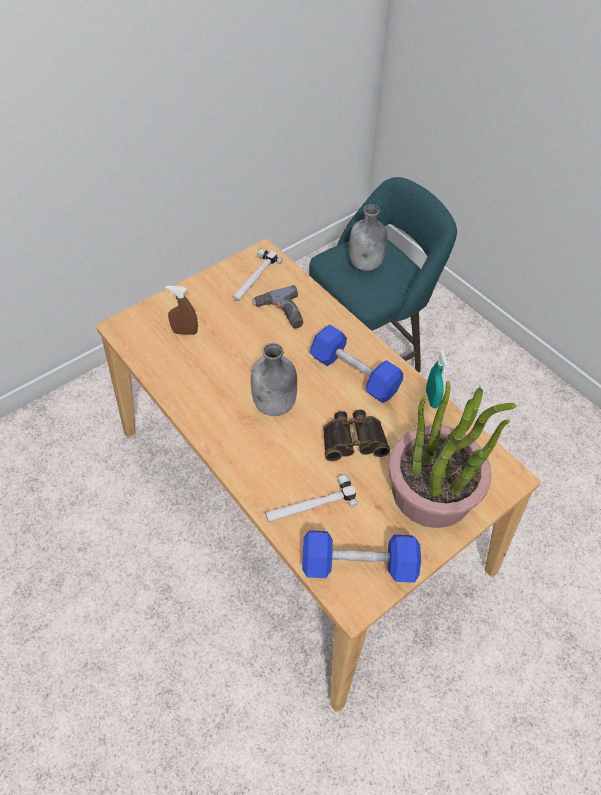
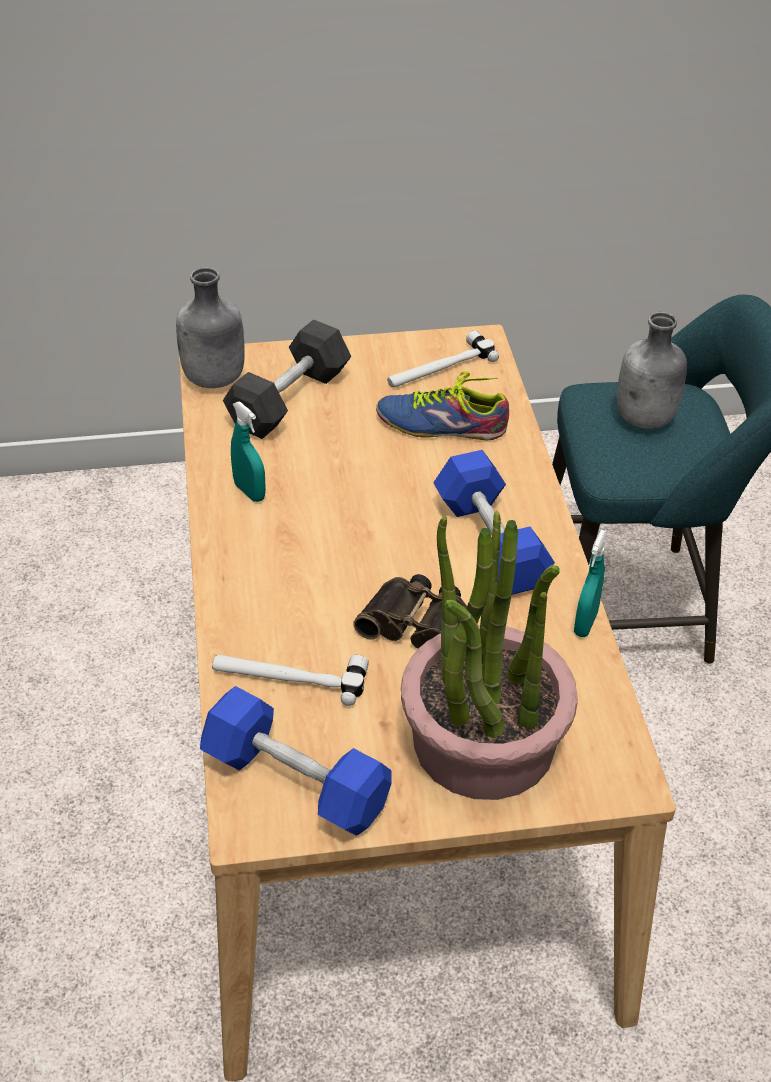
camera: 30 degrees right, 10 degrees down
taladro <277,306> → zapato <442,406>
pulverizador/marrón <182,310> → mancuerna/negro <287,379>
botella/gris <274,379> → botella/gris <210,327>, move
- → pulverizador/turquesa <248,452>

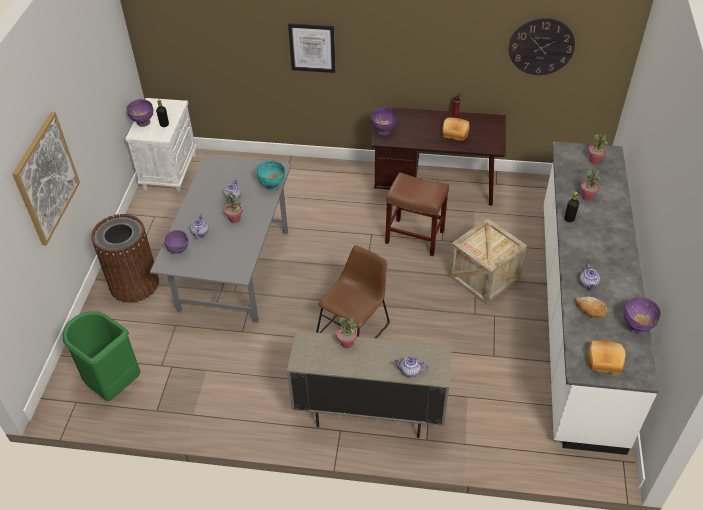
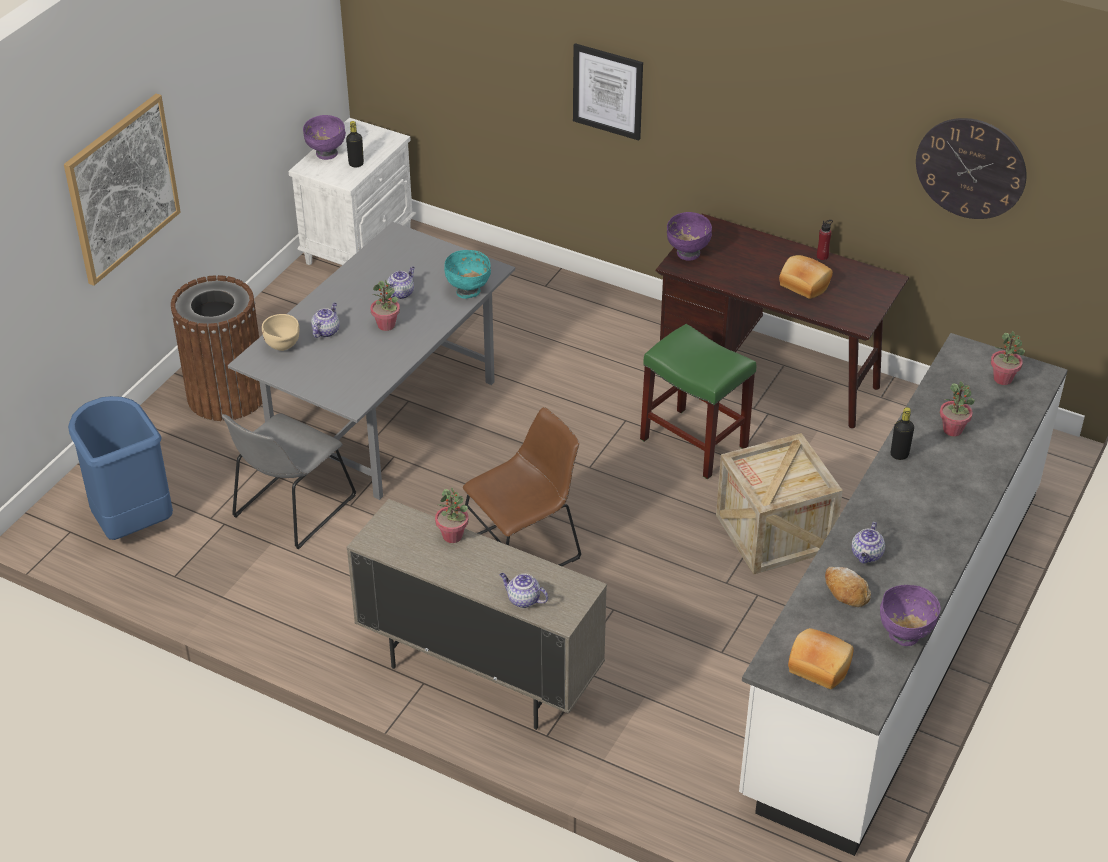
camera: 20 degrees right, 5 degrees down
taburete/marrón <417,214> → taburete/verde <698,401>
cuenco/morado <176,242> → cuenco/beis <280,332>
papelera/verde <101,356> → papelera/azul <120,468>
- → silla/gris <289,481>

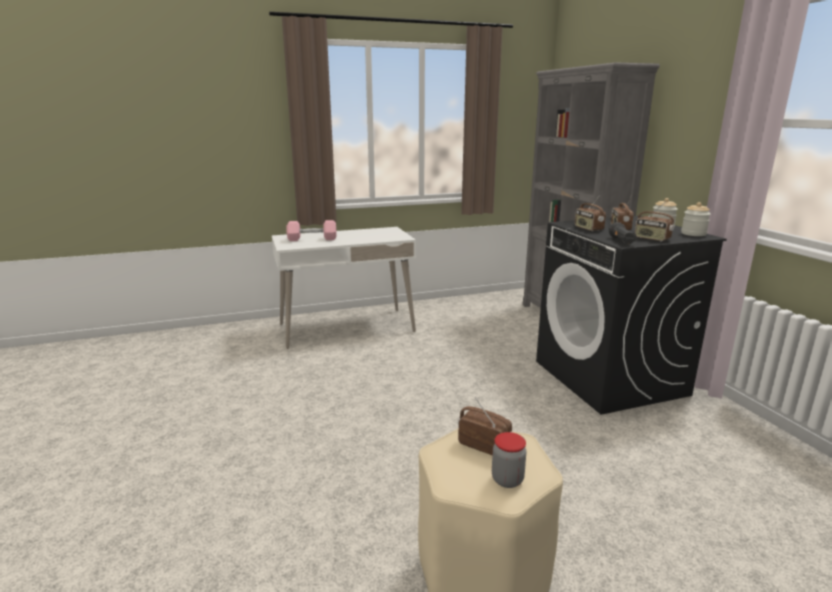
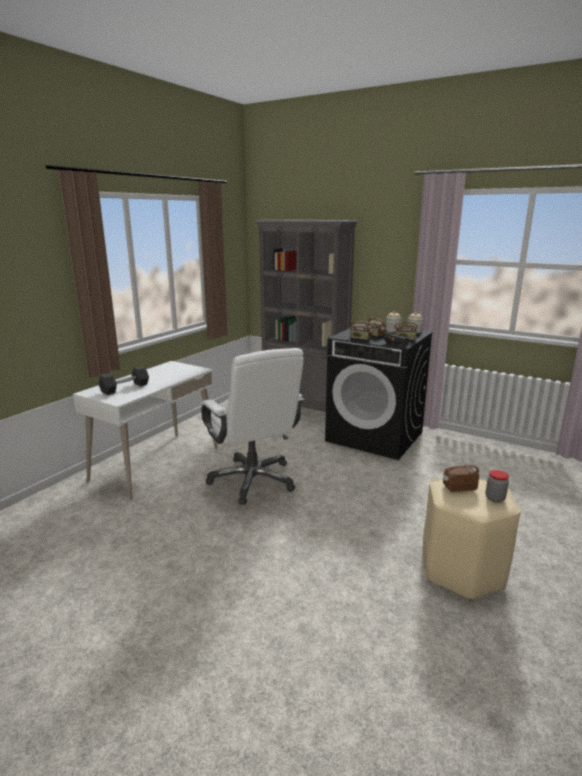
camera: 40 degrees left, 0 degrees up
mancuerna/rosa <311,230> → mancuerna/gris <124,380>
- → silla de oficina/blanco <253,426>

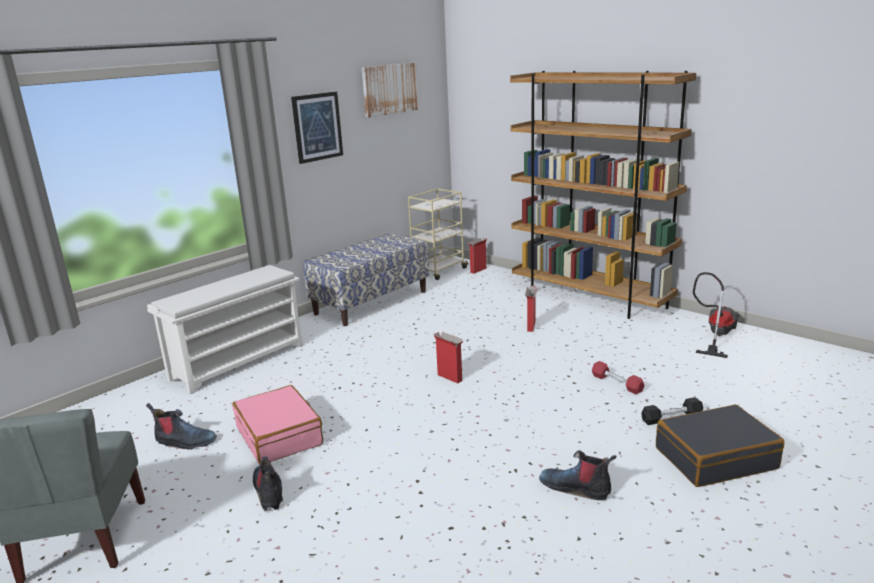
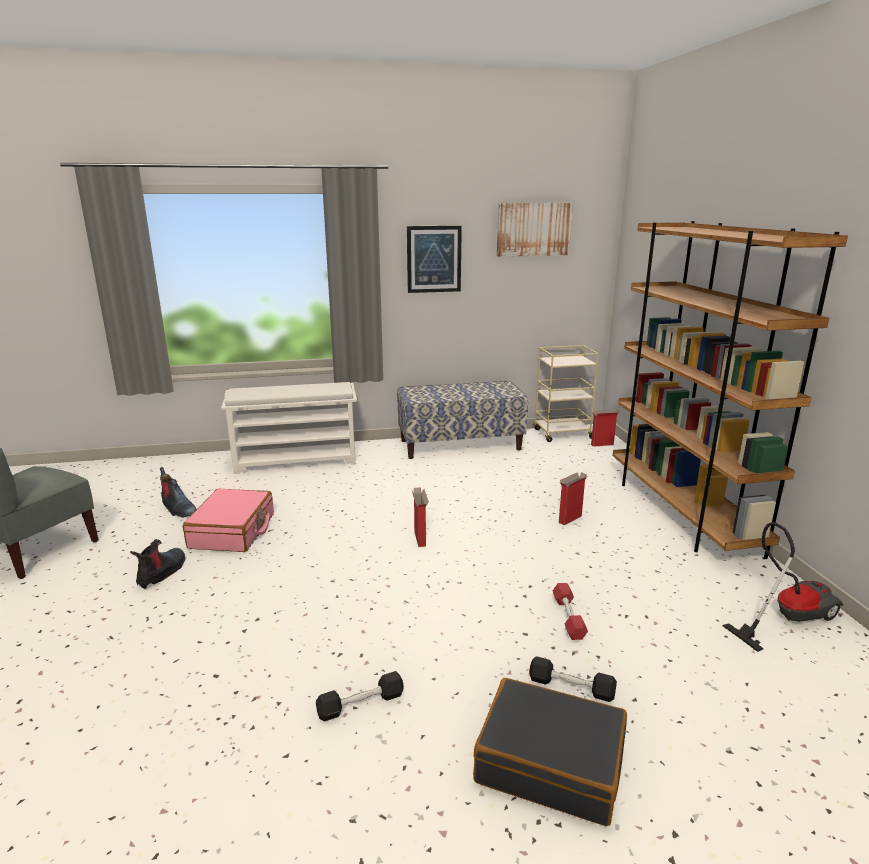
camera: 35 degrees right, 0 degrees up
bota <578,475> → mancuerna/negro <360,696>

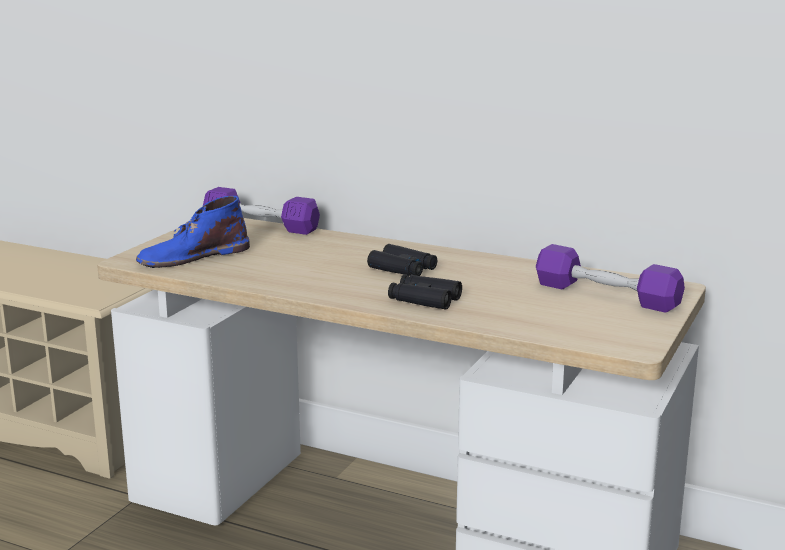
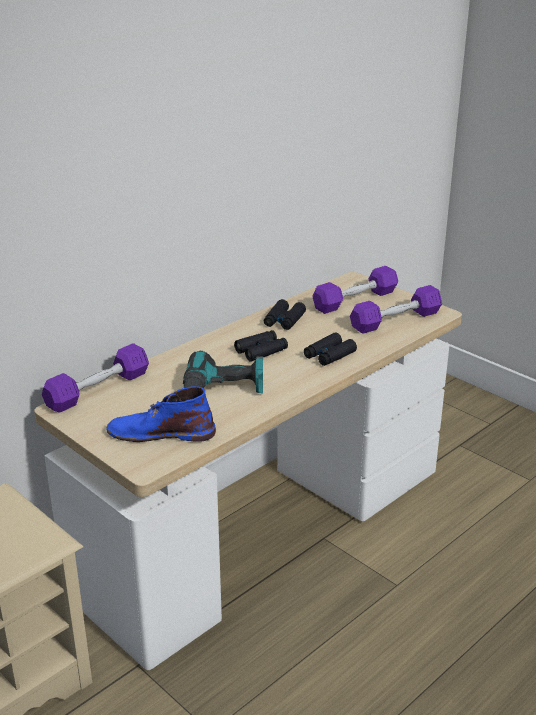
camera: 70 degrees left, 10 degrees up
bota/azul <193,232> → bota/azul <161,414>, 105 degrees clockwise
- → mancuerna/morado <396,309>
- → prismáticos/negro <285,314>
- → taladro <223,371>

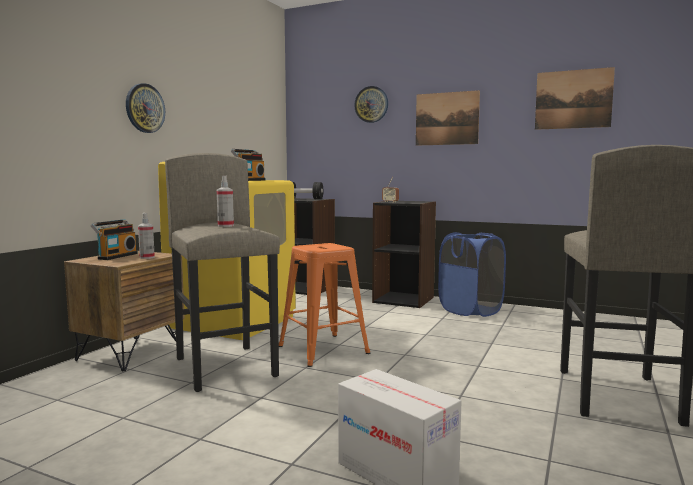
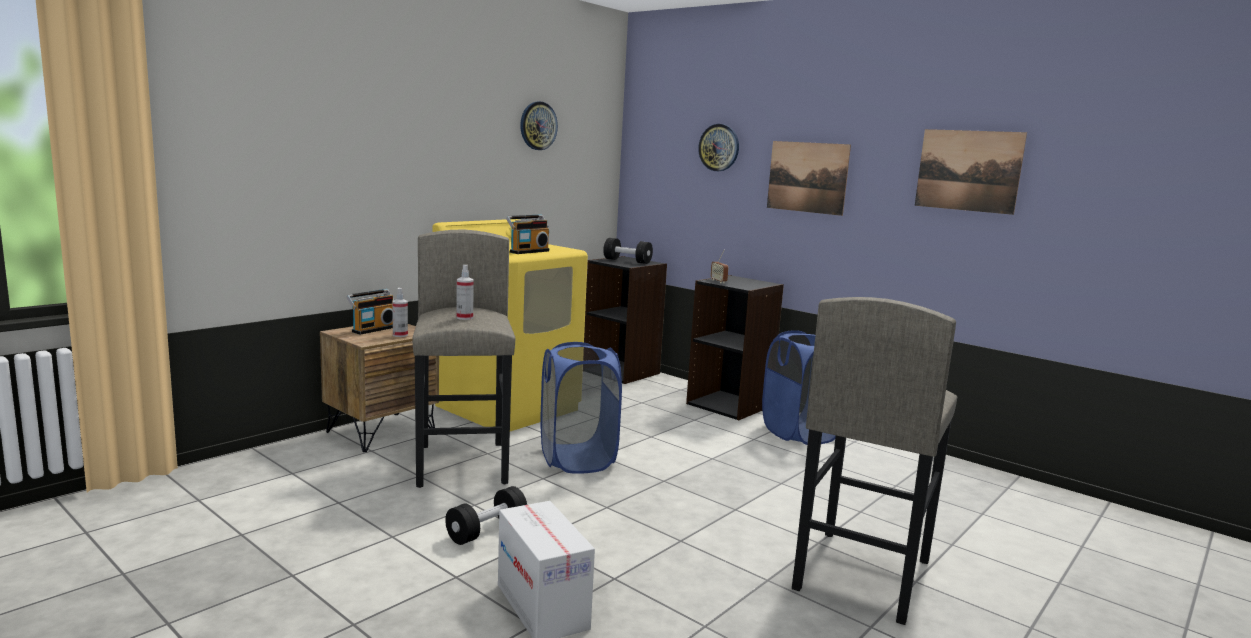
camera: 15 degrees right, 5 degrees up
reloj de pared <145,108> → reloj de pared <539,125>, move
taburete/naranja <325,305> → cesto de la ropa/azul <581,408>
- → mancuerna/negro <486,515>

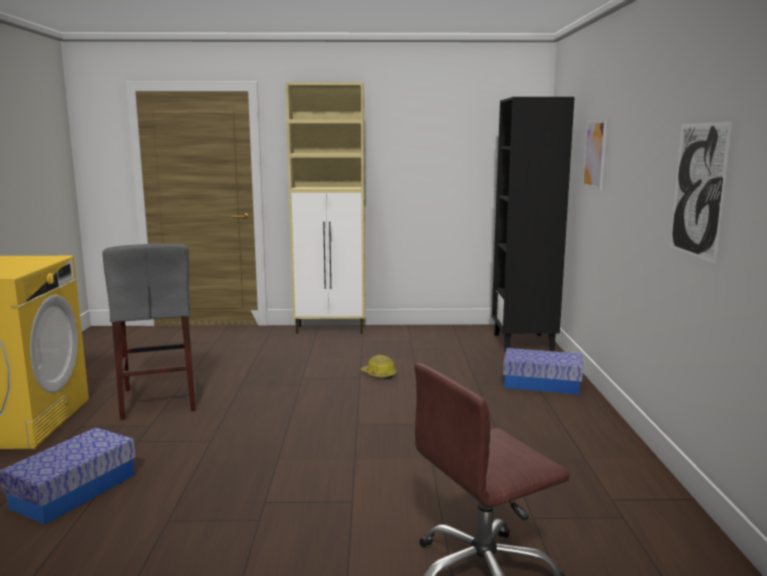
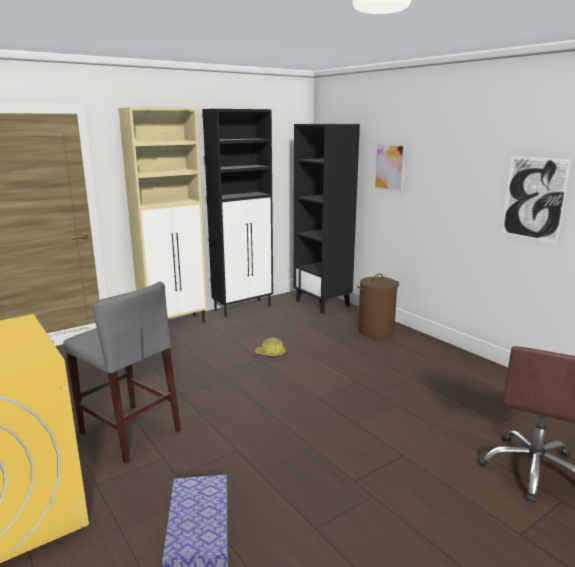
camera: 35 degrees left, 5 degrees up
caja de almacenaje <543,371> → cesto de la ropa/marrón <378,306>
- → armario/negro <237,213>

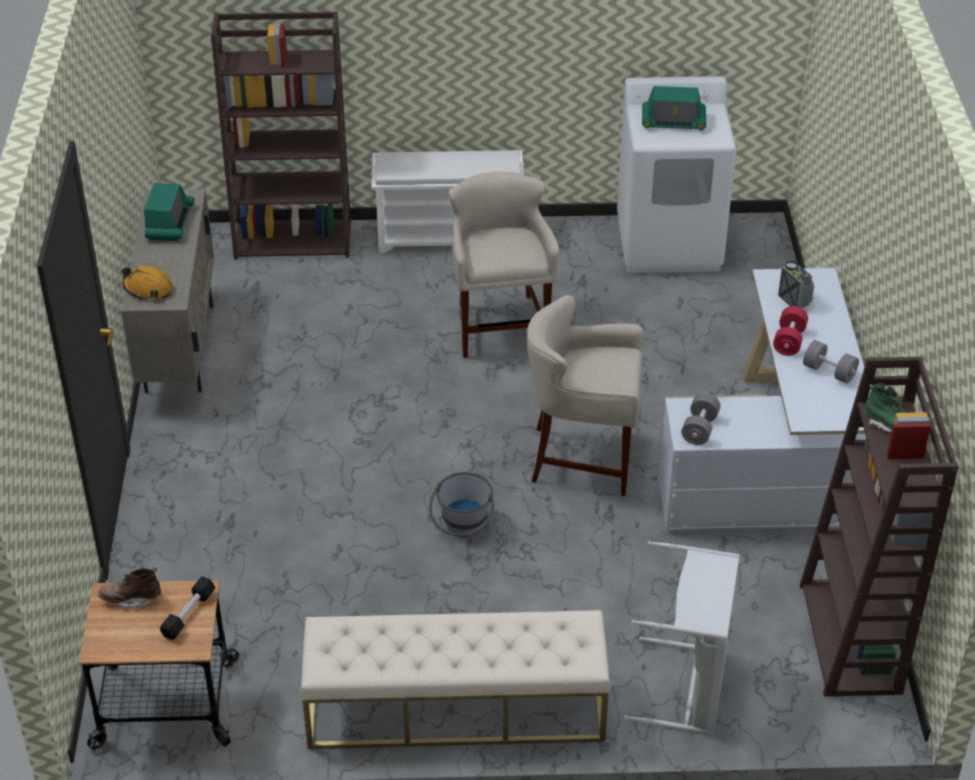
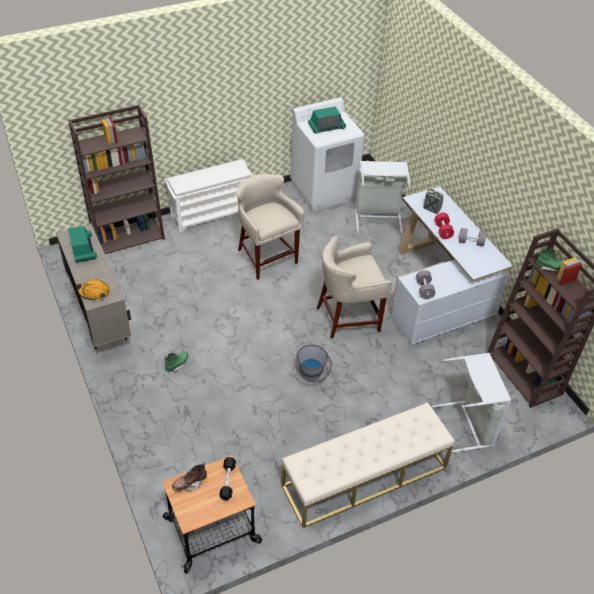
camera: 25 degrees left, 5 degrees up
- → cesto de la ropa/gris <383,197>
- → bota/verde <176,362>

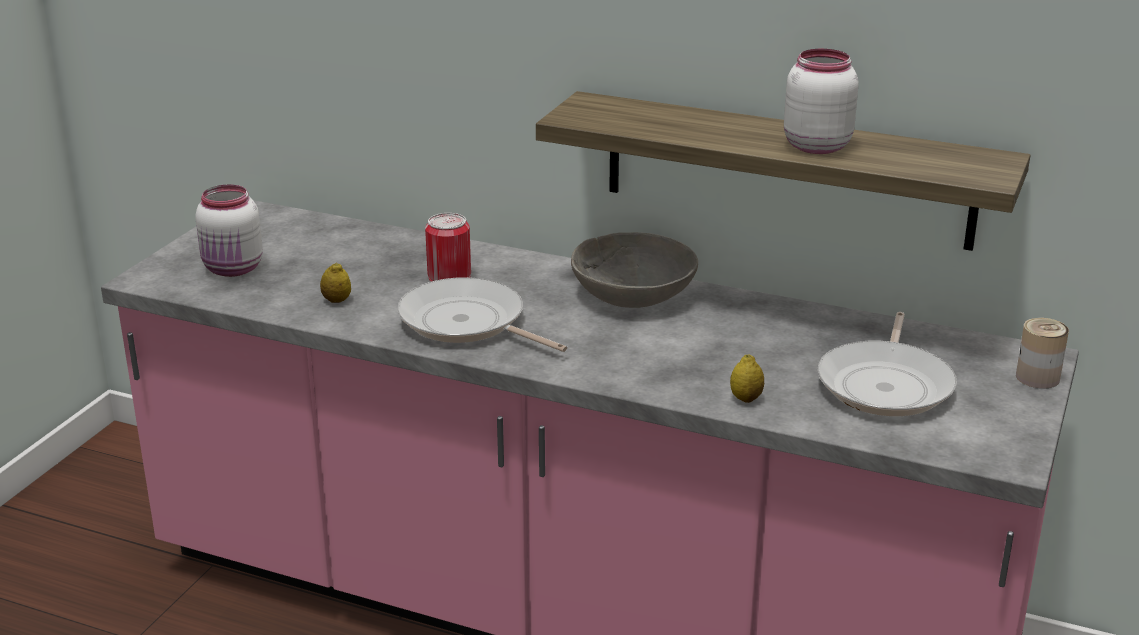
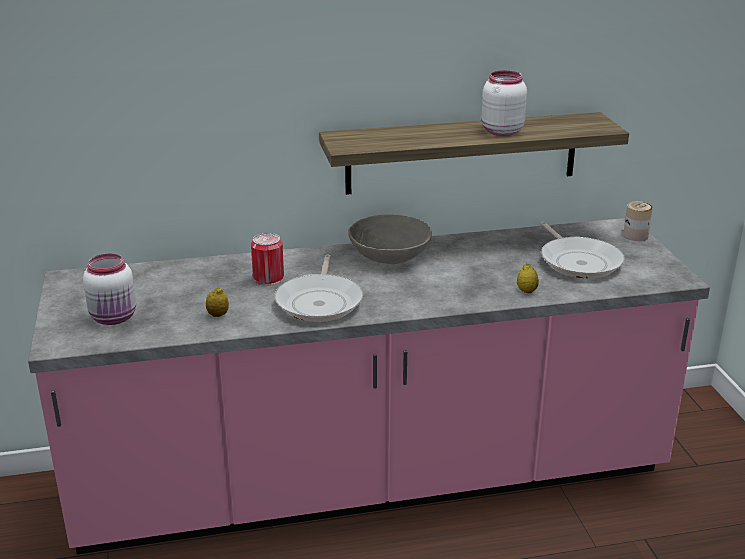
camera: 35 degrees left, 0 degrees up
sartén <482,314> → sartén <318,288>, 90 degrees counterclockwise

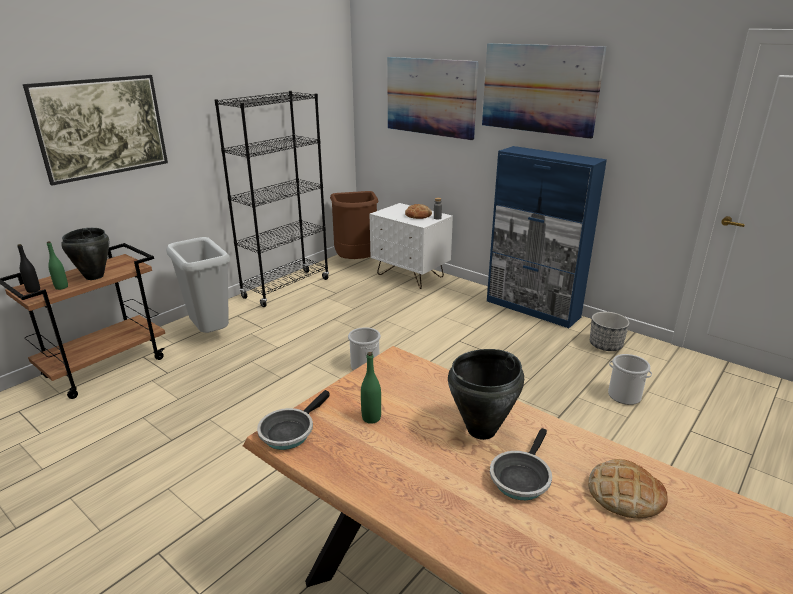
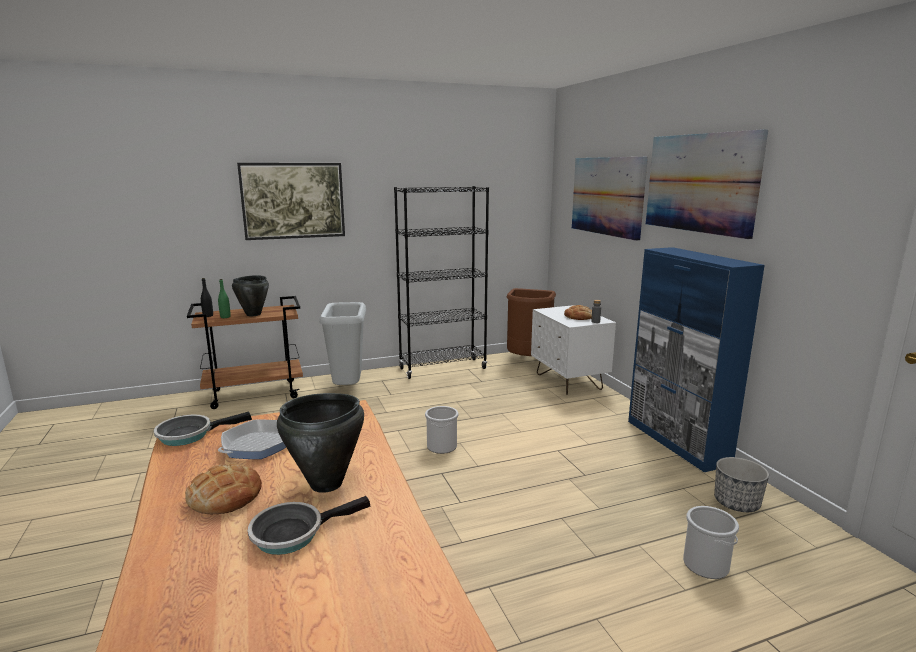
camera: 30 degrees right, 10 degrees down
botella/verde <371,388> → sartén <252,439>
pan <628,488> → pan <223,489>, move

